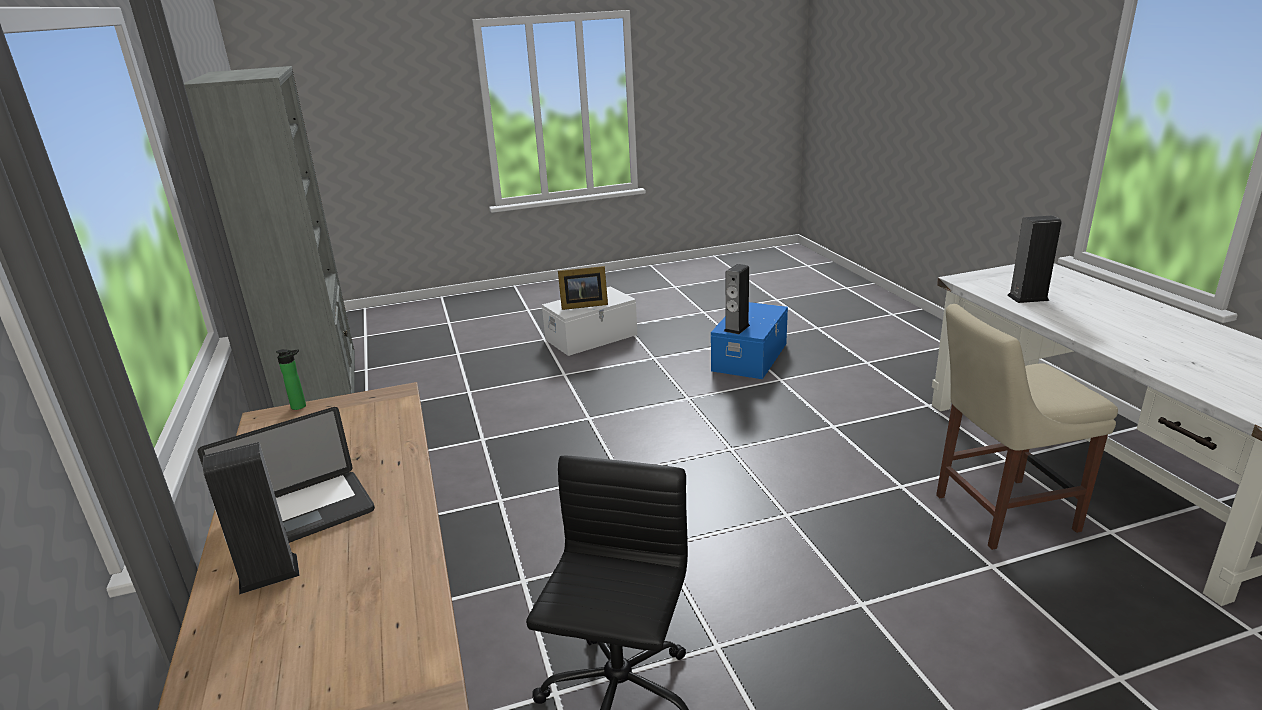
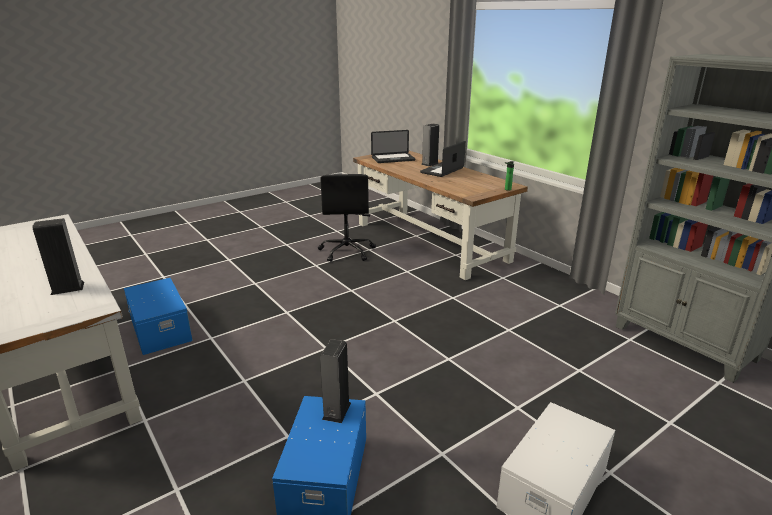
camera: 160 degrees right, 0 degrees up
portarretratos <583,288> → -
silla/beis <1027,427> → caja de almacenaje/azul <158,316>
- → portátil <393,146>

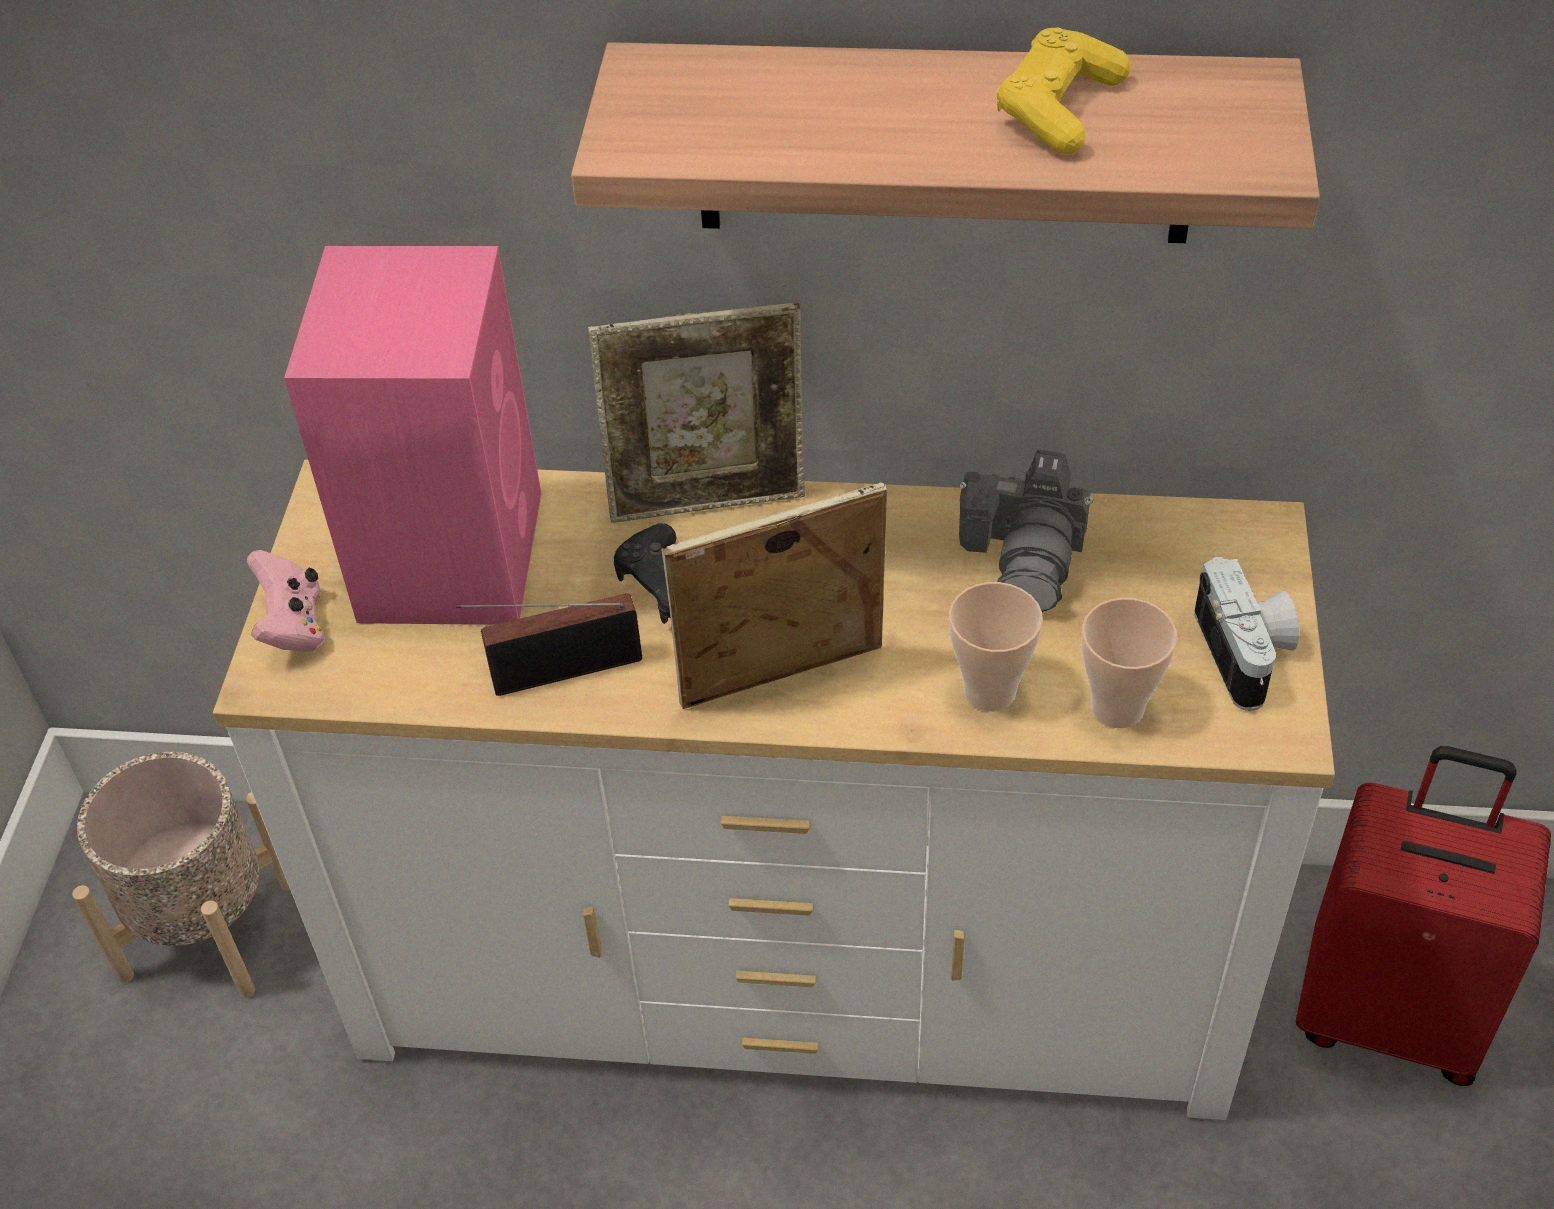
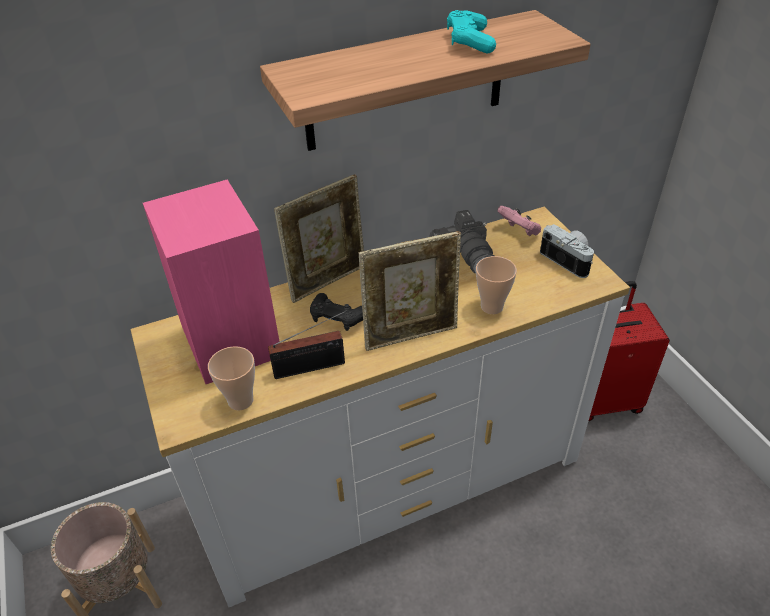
camera: 30 degrees left, 5 degrees down
mando de consola/amarillo <1064,91> → mando de consola/turquesa <471,31>
portarretratos <774,595> → portarretratos <410,291>, 150 degrees counterclockwise
mando de consola/rosa <286,601> → mando de consola/rosa <519,221>, move
radio <549,644> → radio <307,344>, 150 degrees counterclockwise
taza <1129,663> → taza <231,378>, move

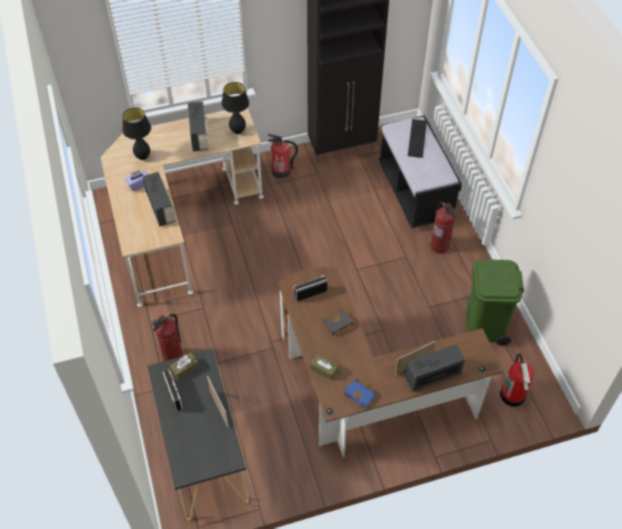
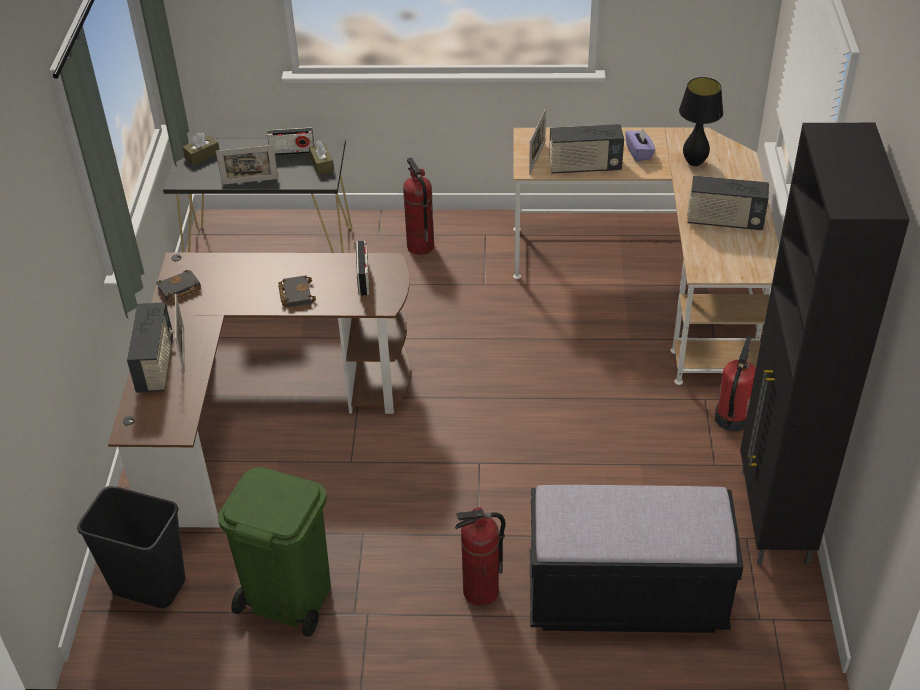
camera: 110 degrees right, 10 degrees down
lámpara de mesa/negro <235,108> → -
teclado <417,138> → -
extintor <517,380> → papelera/negro <131,547>
caja de pañuelos/marrón <324,367> → caja de pañuelos/marrón <201,148>, move
libro/azul <359,394> → libro/negro <178,285>
- → portarretratos <537,142>

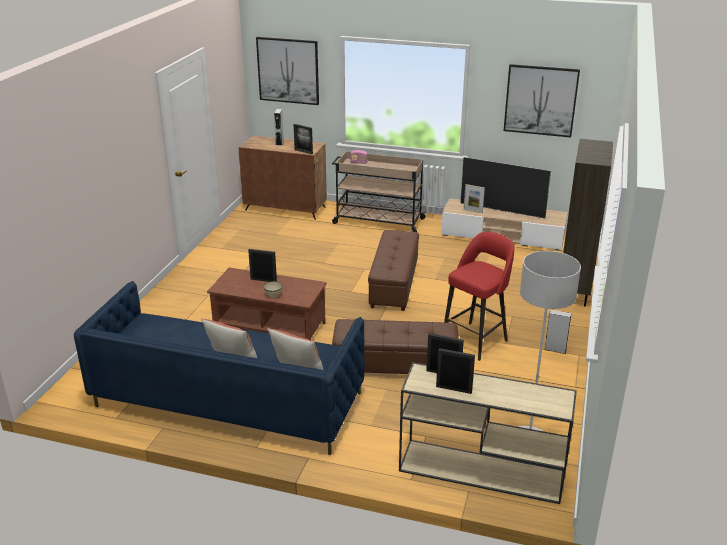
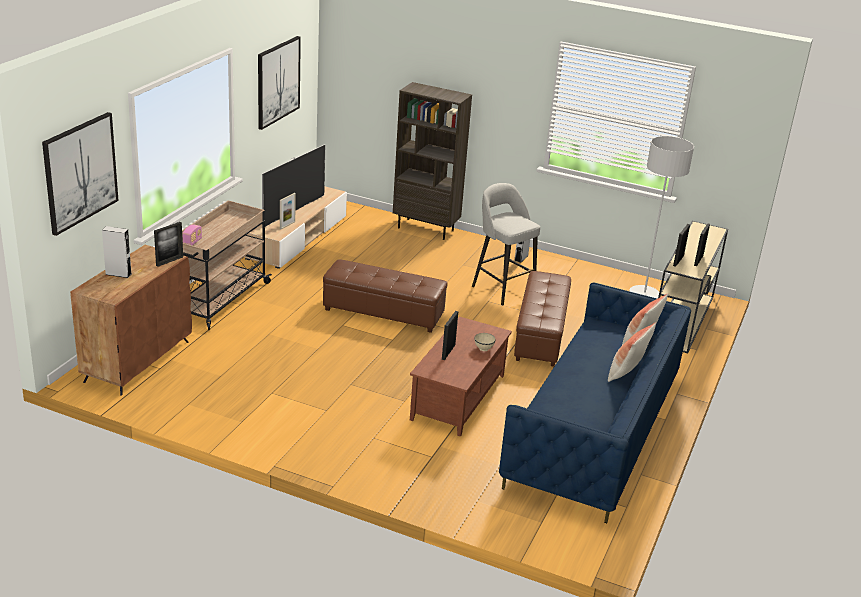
camera: 85 degrees left, 0 degrees up
taburete/rojo <479,296> → taburete/gris <506,244>

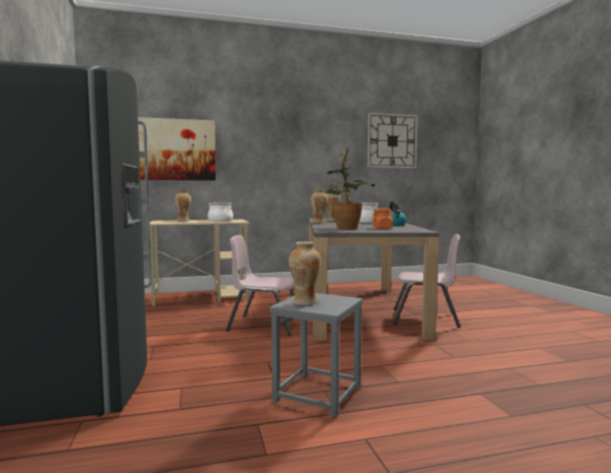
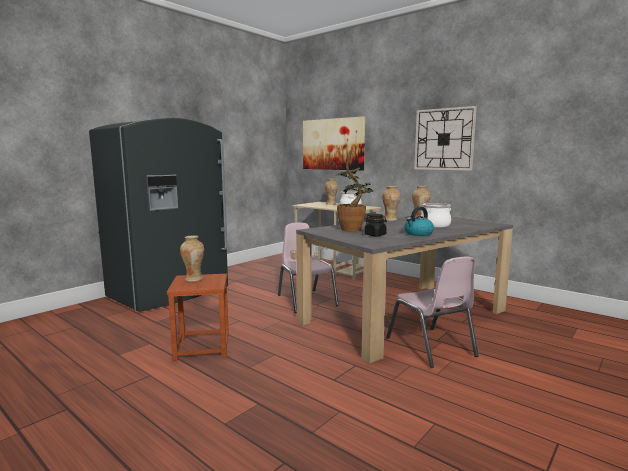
camera: 55 degrees right, 5 degrees up
reloj de pared <392,140> → reloj de pared <445,138>, move
tarro/naranja <383,218> → tarro/negro <375,225>
taburete/gris <316,355> → taburete/marrón <198,317>

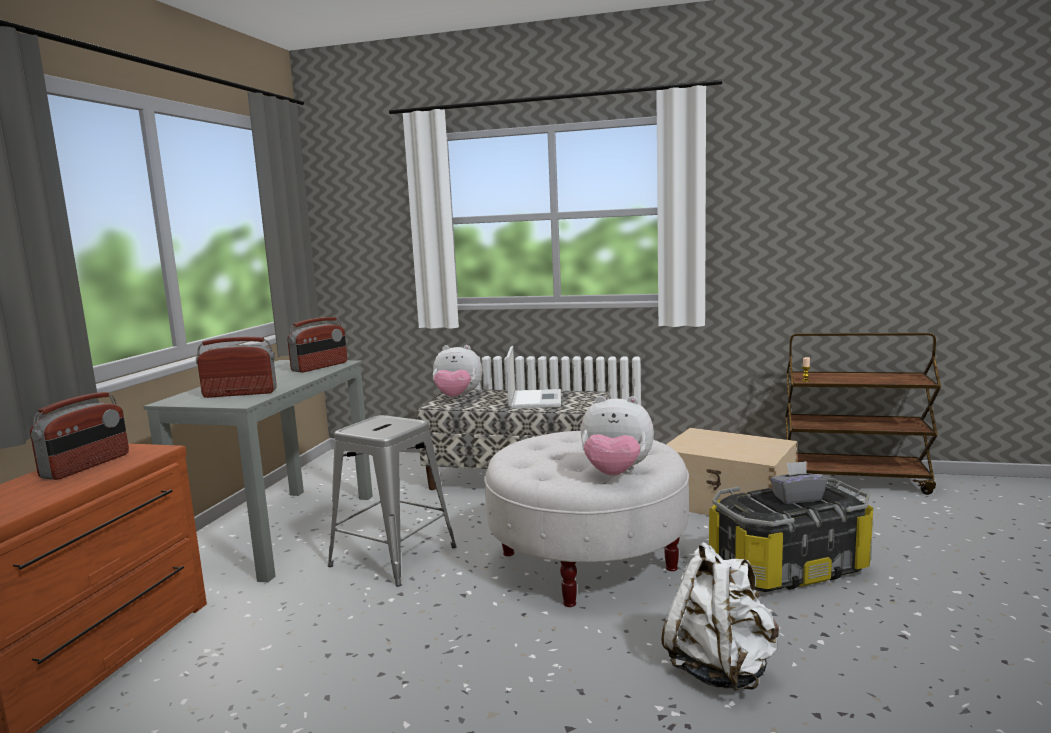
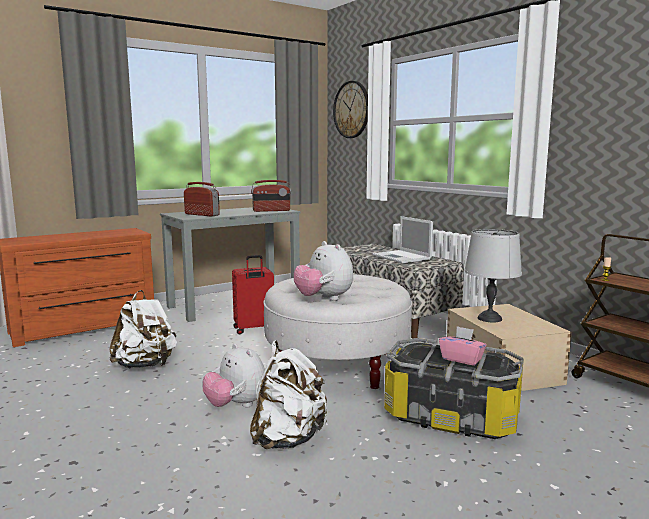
camera: 40 degrees right, 0 degrees up
peluche <457,371> → peluche <233,375>, move
portátil <533,377> → portátil <402,239>, 105 degrees clockwise
radio <79,436> → -
taburete/gris <392,501> → maleta/rojo <253,295>
caja de pañuelos/gris <799,482> → caja de pañuelos/rosa <463,346>
- → reloj de pared <350,109>
- → lámpara de mesa/gris <493,275>
- → mochila/blanco <143,329>

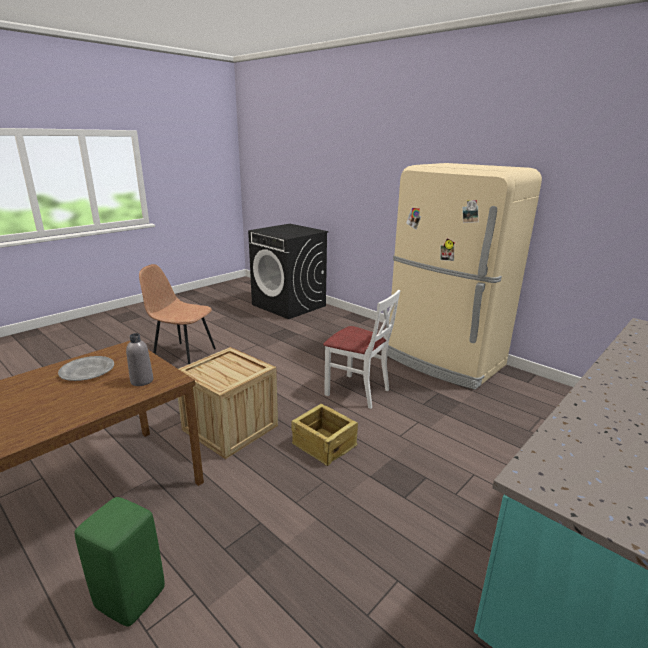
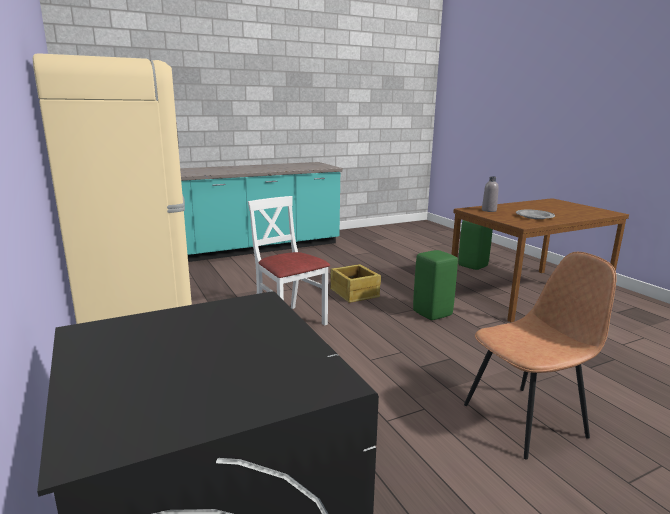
camera: 160 degrees left, 5 degrees down
silla/marrón <177,314> → silla/marrón <540,355>, 60 degrees counterclockwise
caja de embalaje <228,403> → taburete/verde <435,285>

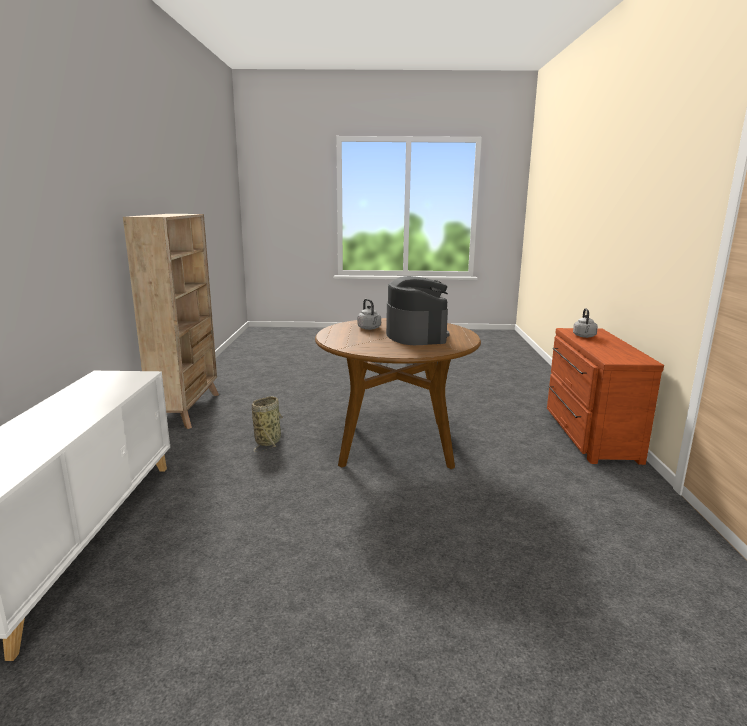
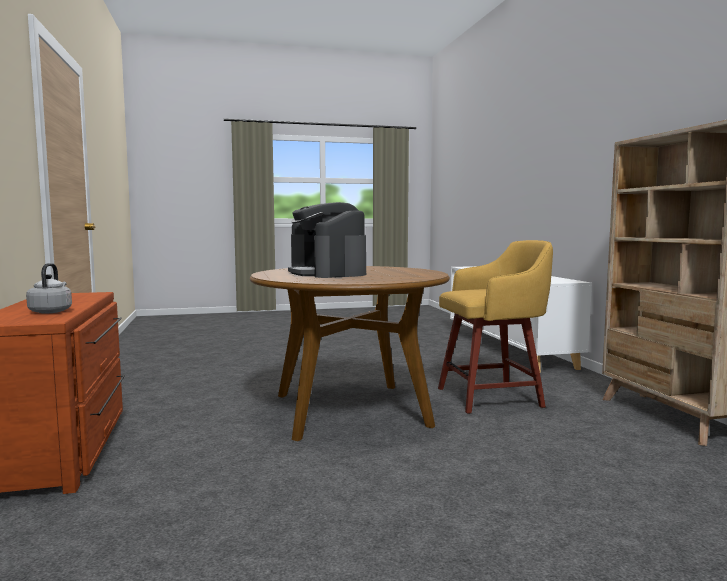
camera: 165 degrees right, 10 degrees down
hervidor/gris <369,314> → -
cesta <267,424> → taburete/amarillo <495,327>

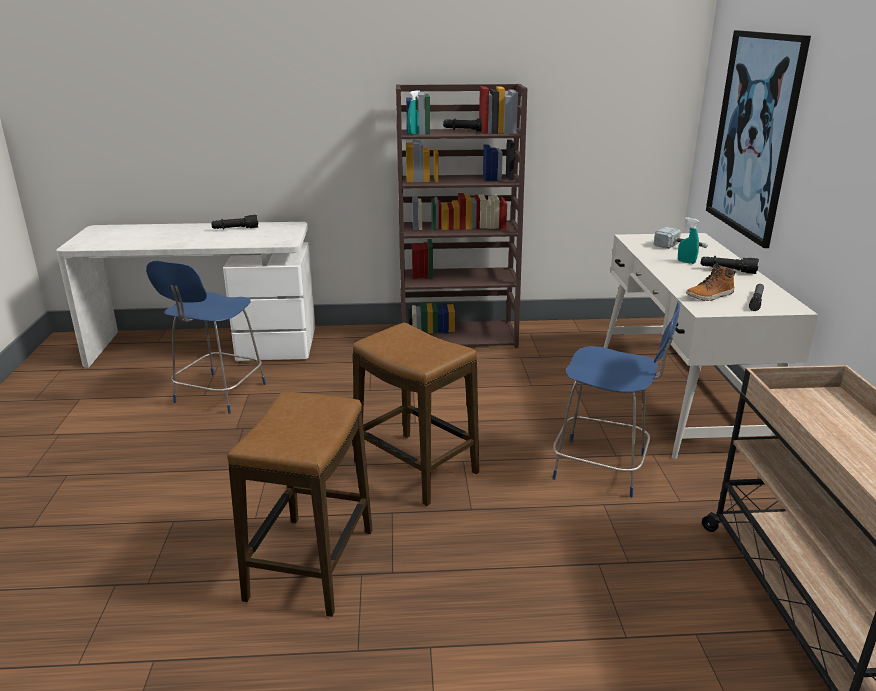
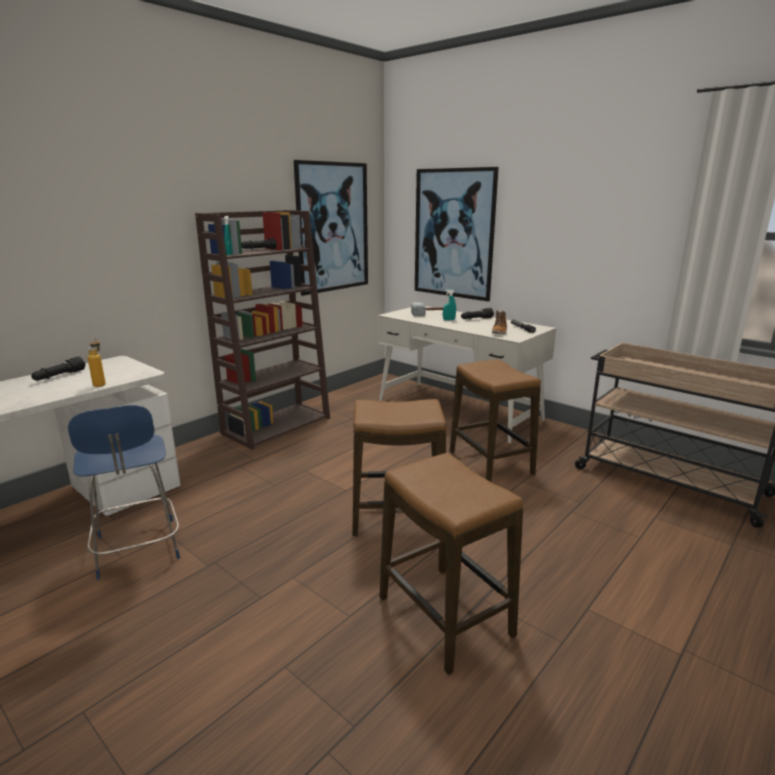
camera: 45 degrees left, 5 degrees down
silla/azul <616,399> → taburete <495,420>
- → cuadro <331,228>
- → botella <96,362>

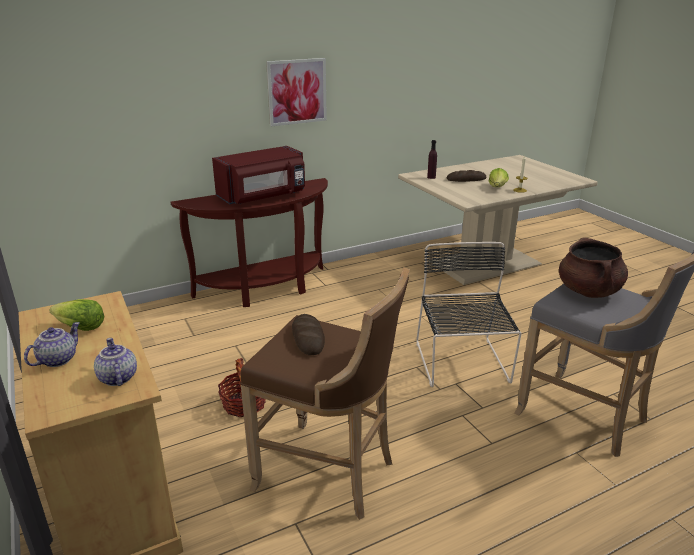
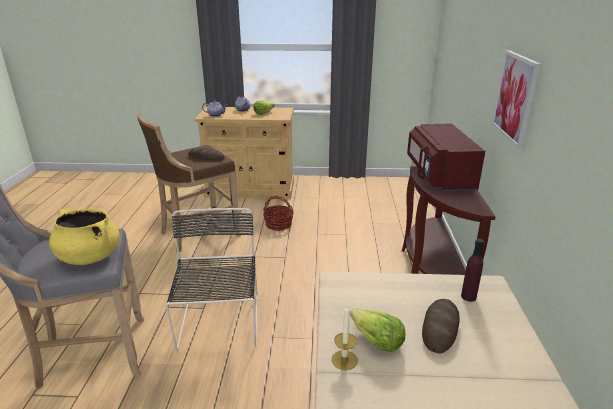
camera: 120 degrees right, 0 degrees up
olla/marrón <593,267> → olla/amarillo <84,237>
silla/negro <468,314> → silla/negro <212,279>, 120 degrees counterclockwise

